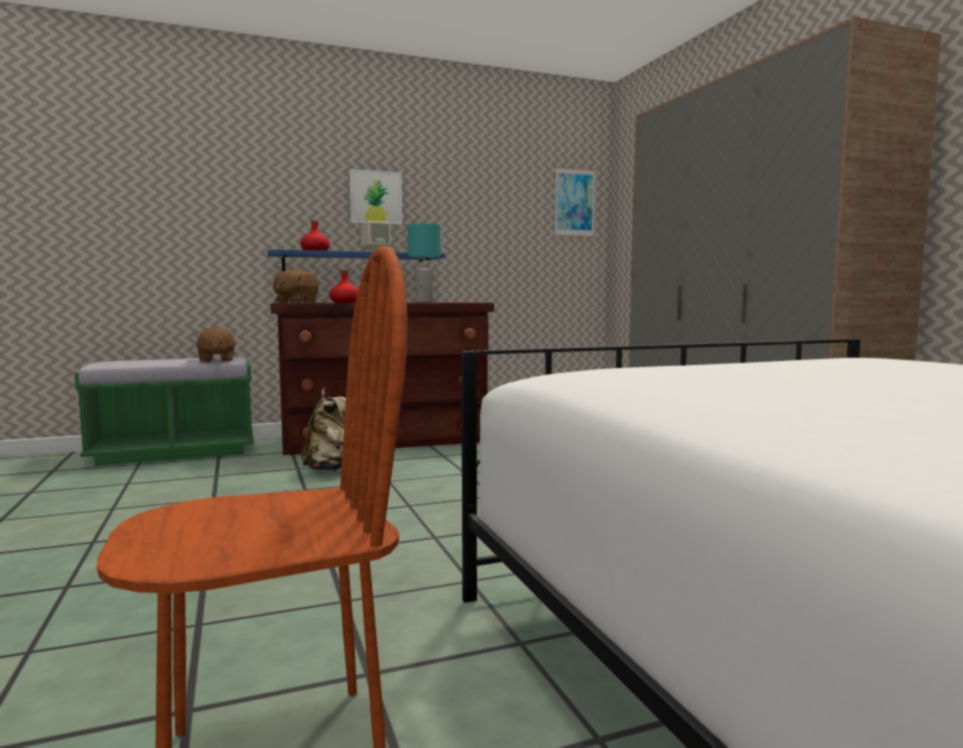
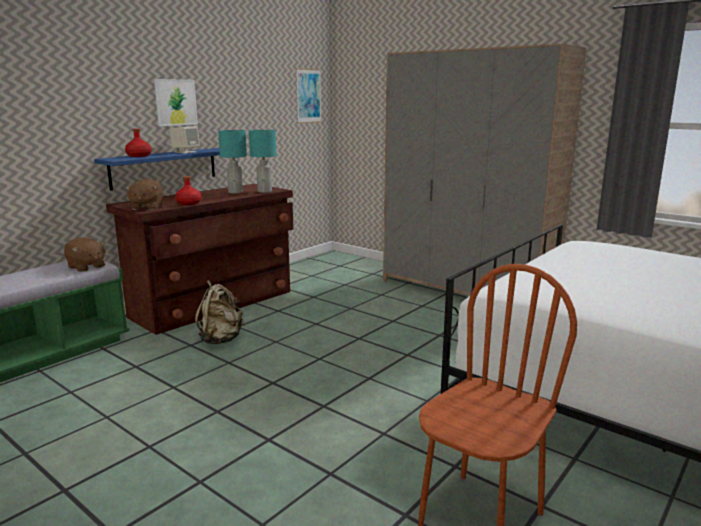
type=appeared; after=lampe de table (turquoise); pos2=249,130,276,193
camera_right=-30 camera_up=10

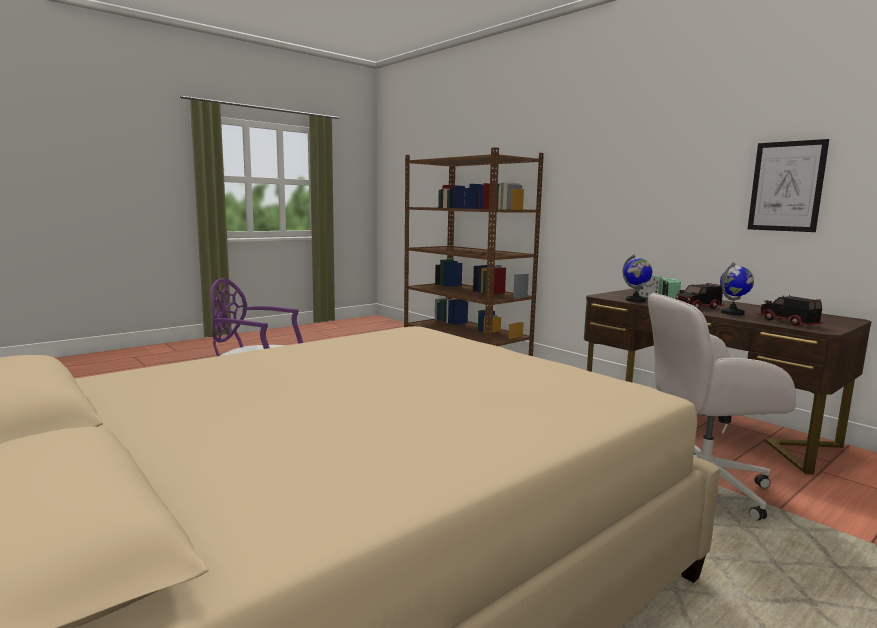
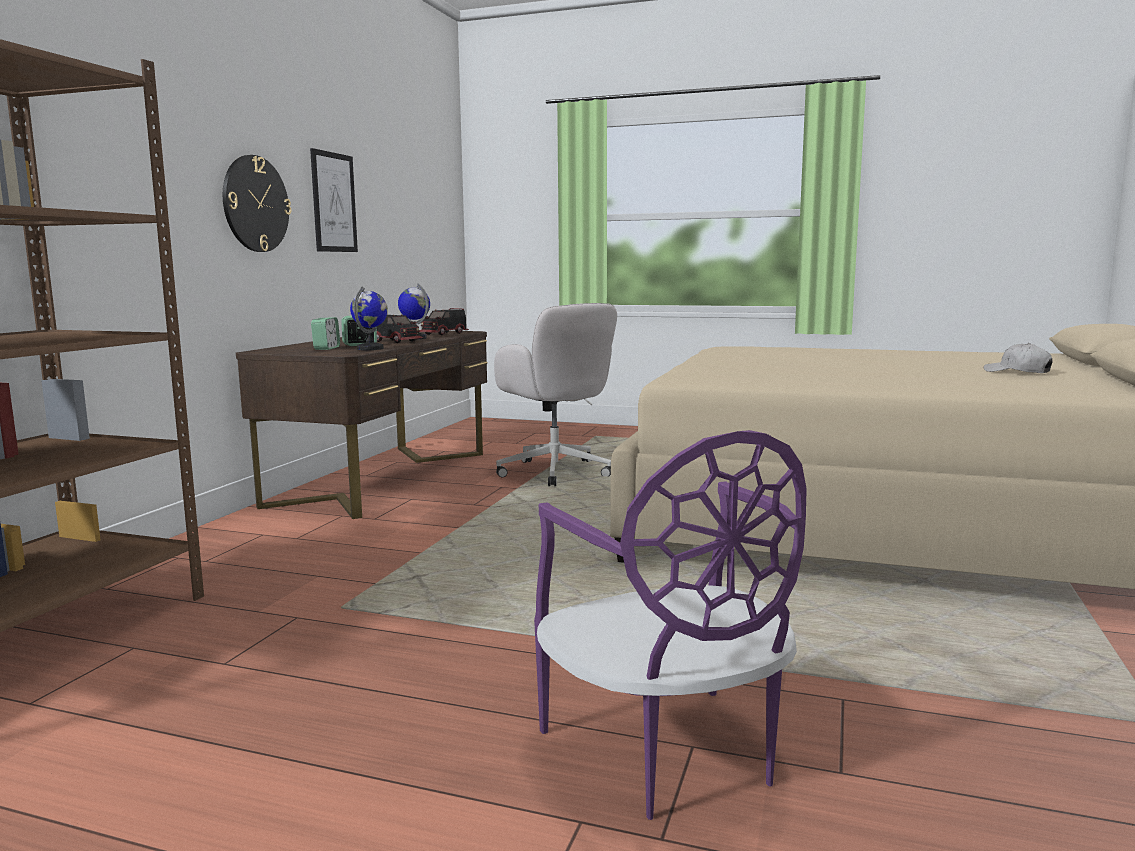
type=appeared; after=horloge murale; pos2=223,155,291,252
type=appeared; after=casquette (blanc); pos2=984,343,1053,373
camera_right=-120 camera_up=0

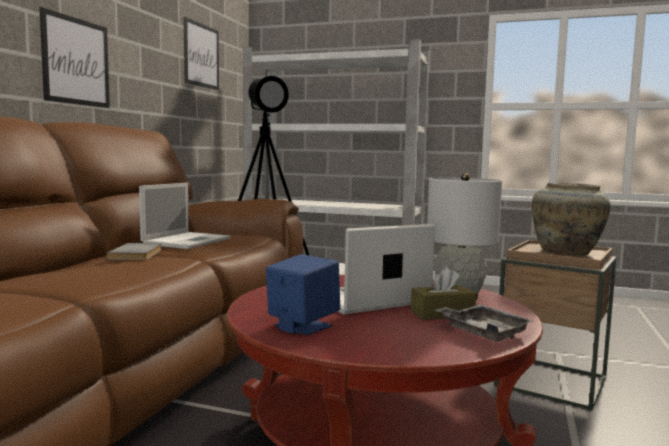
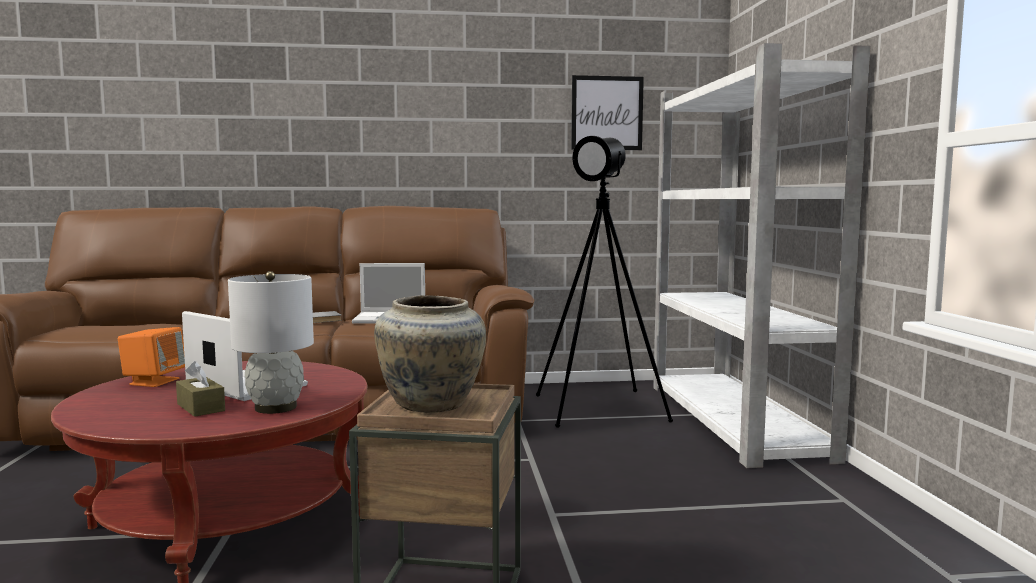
type=colour; before=enceinte (bleu); after=enceinte (orange); pos1=266,254,340,335; pos2=118,327,185,387
type=missing; before=tableau; pos1=40,7,110,108
type=missing; before=plateau (gris); pos1=435,304,533,342
camera_right=65 camera_up=0

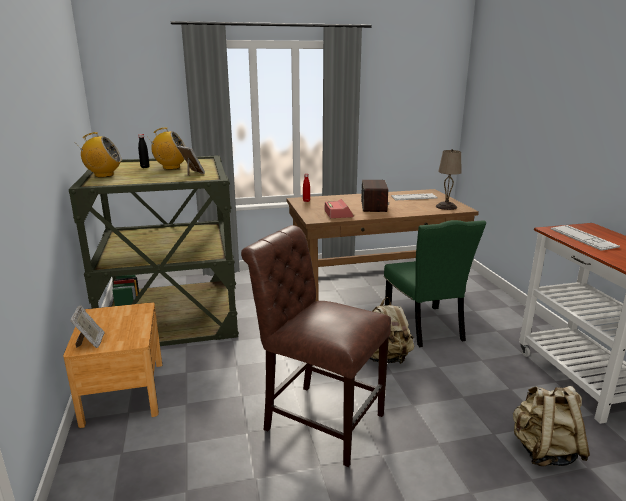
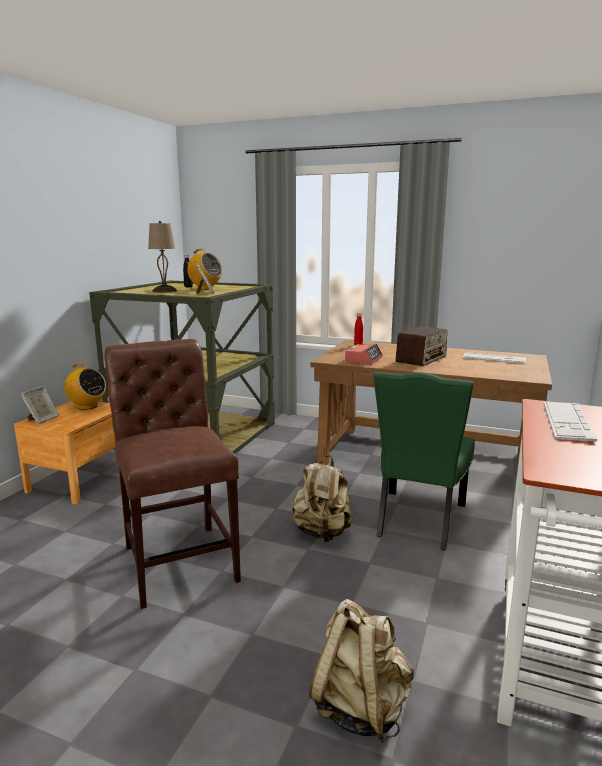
type=relocated; before=radio; pos1=79,132,122,178; pos2=63,363,106,410
type=relocated; before=lampe de table (beige); pos1=436,149,462,210; pos2=148,221,177,293
camera_right=35 camera_up=-5

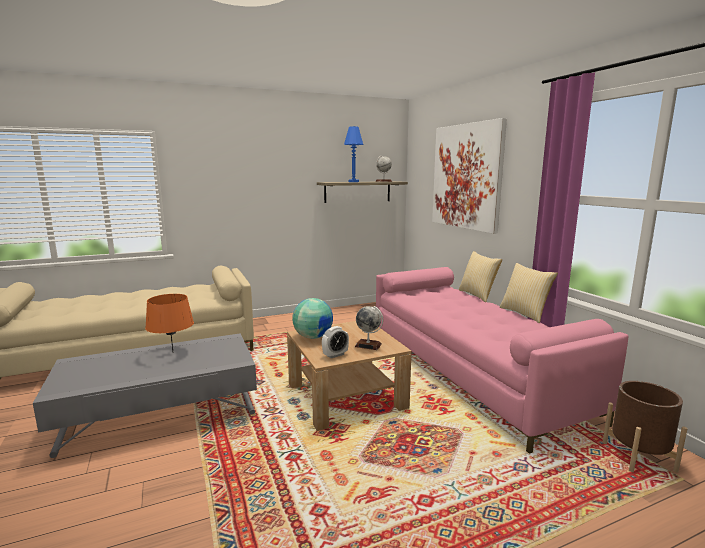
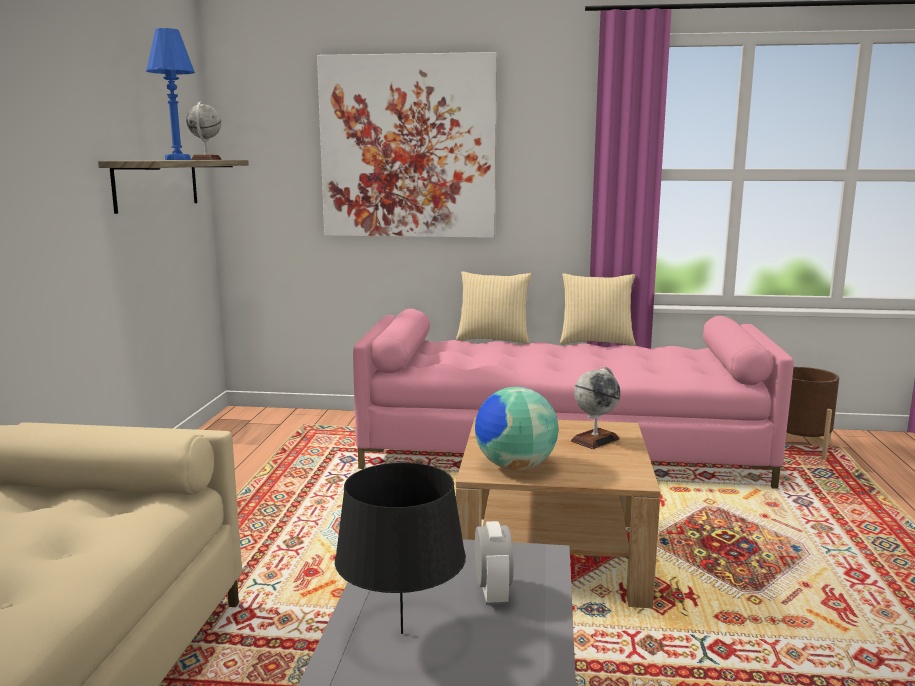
type=colour; before=lampe de table (orange); after=lampe de table (noir); pos1=145,294,194,351; pos2=335,462,466,634
type=relocated; before=réveil; pos1=322,326,349,358; pos2=475,521,514,605
camera_right=-60 camera_up=0

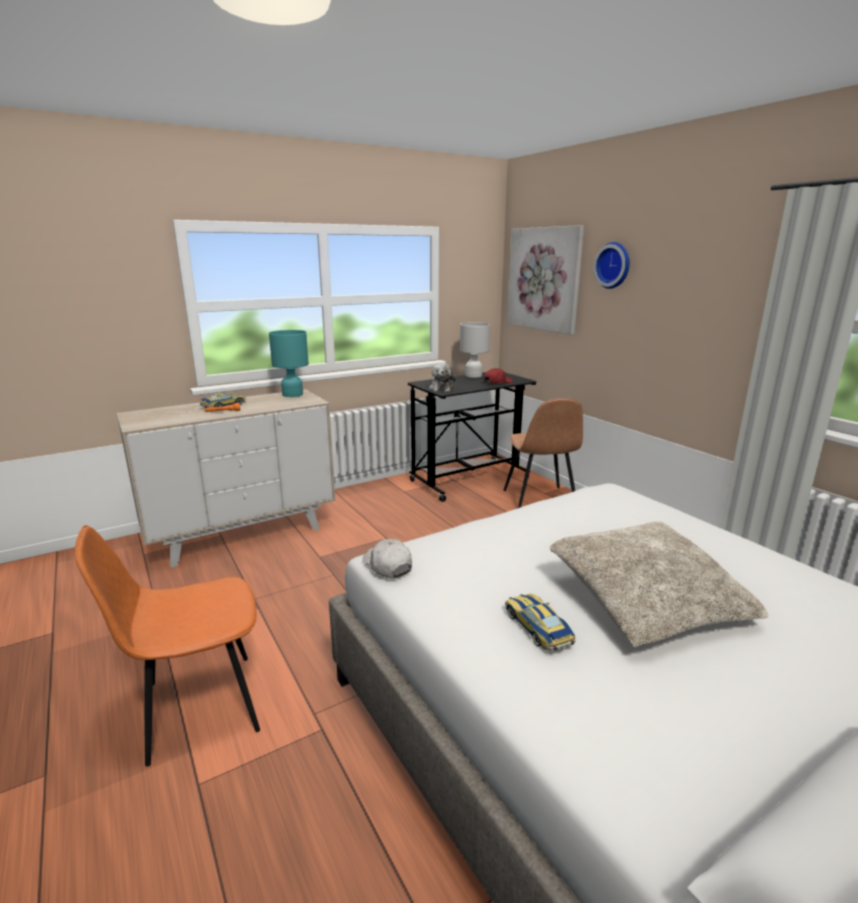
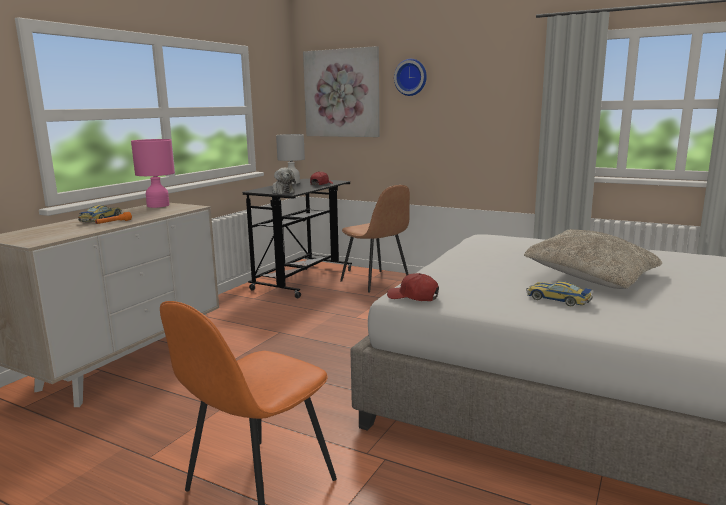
type=colour; before=lampe de table (turquoise); after=lampe de table (rose); pos1=269,330,309,397; pos2=131,139,175,208
type=colour; before=casquette (blanc); after=casquette (rouge); pos1=363,539,412,579; pos2=387,273,439,301
camera_right=-30 camera_up=-5

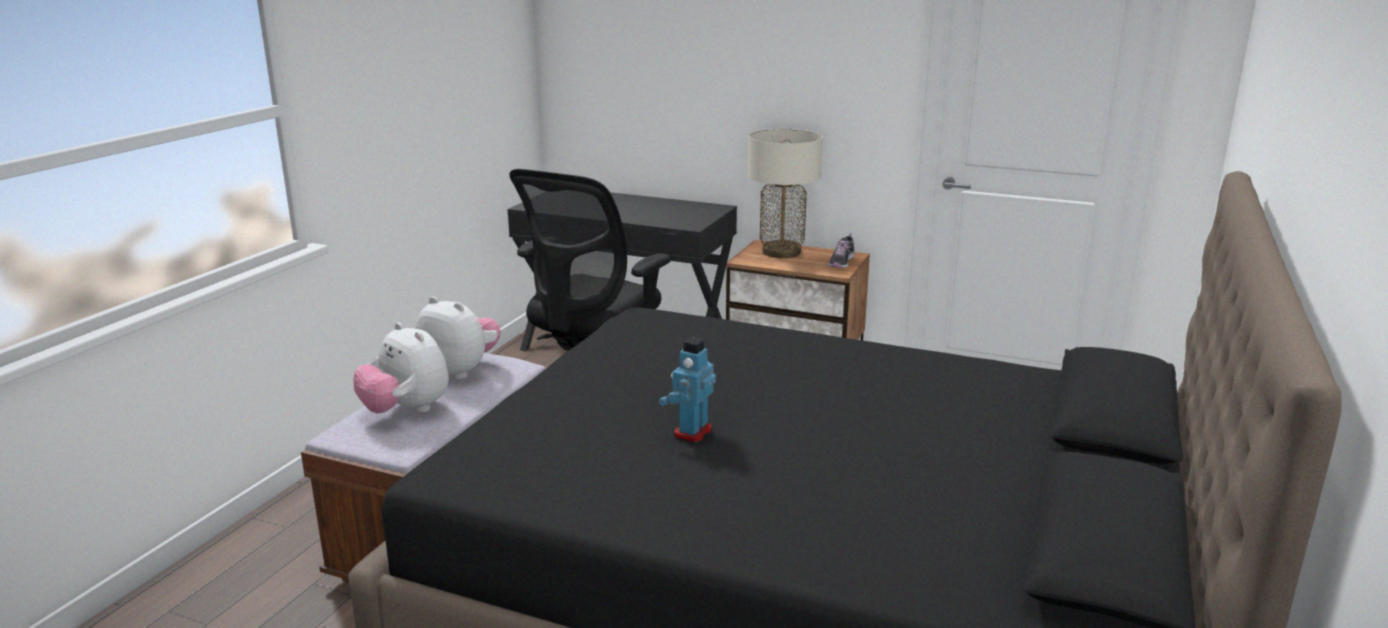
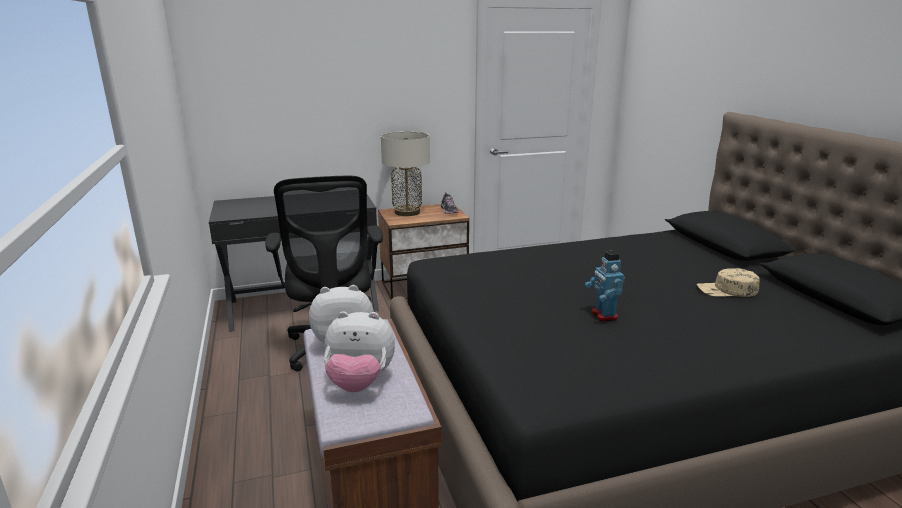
type=appeared; after=casquette (beige); pos2=697,268,760,297
camera_right=-40 camera_up=0

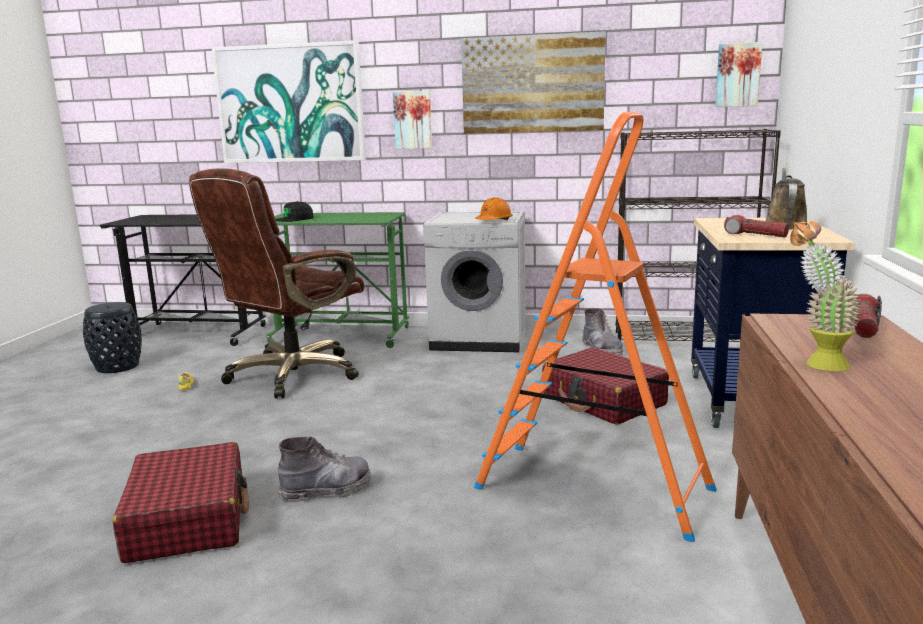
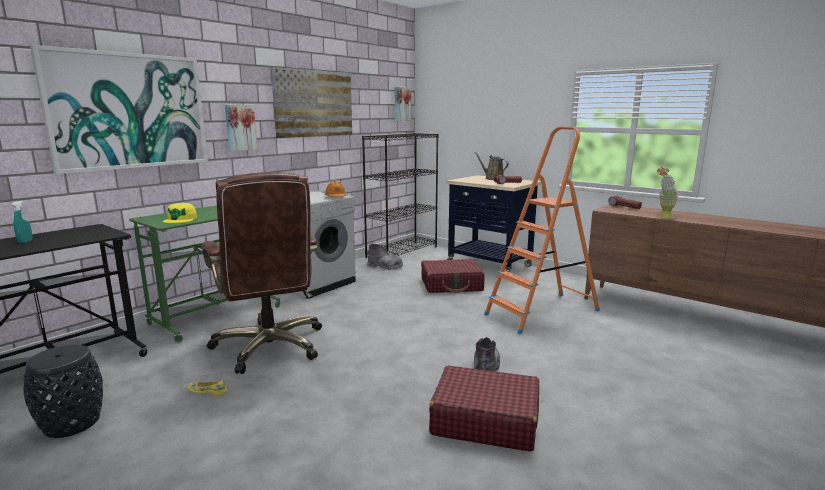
type=appeared; after=vaporisateur (turquoise); pos2=12,201,32,243
type=colour; before=casquette (noir); after=casquette (jaune); pos1=275,201,313,222; pos2=163,203,197,223
camera_right=-60 camera_up=0

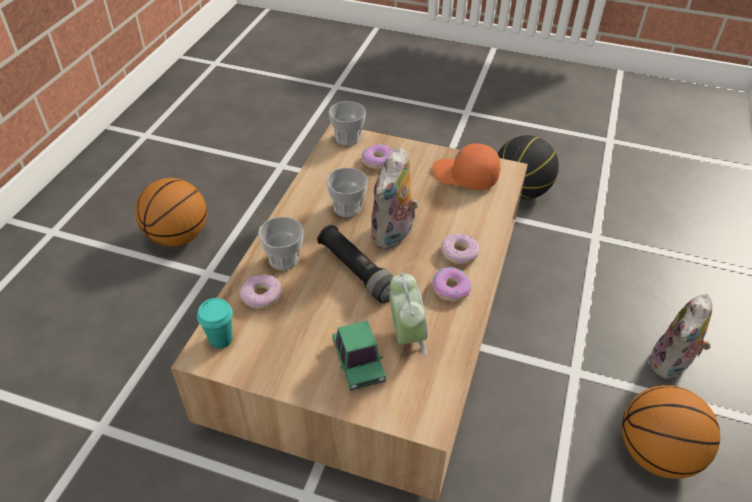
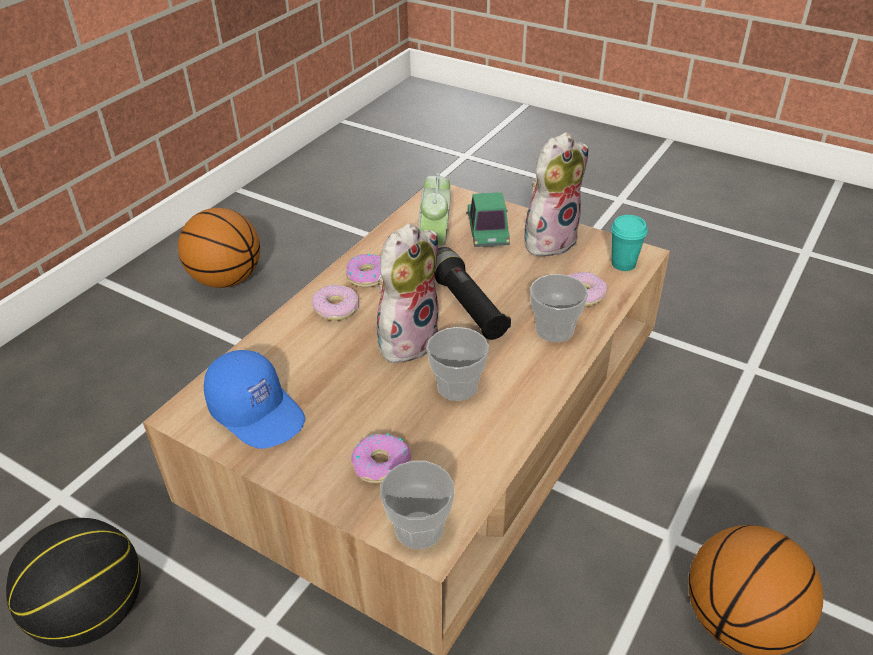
type=colour; before=casquette (orange); after=casquette (bleu); pos1=432,143,500,190; pos2=204,350,305,449
type=relocated; before=peluche; pos1=648,294,712,380; pos2=524,132,589,257
camera_right=-165 camera_up=-5

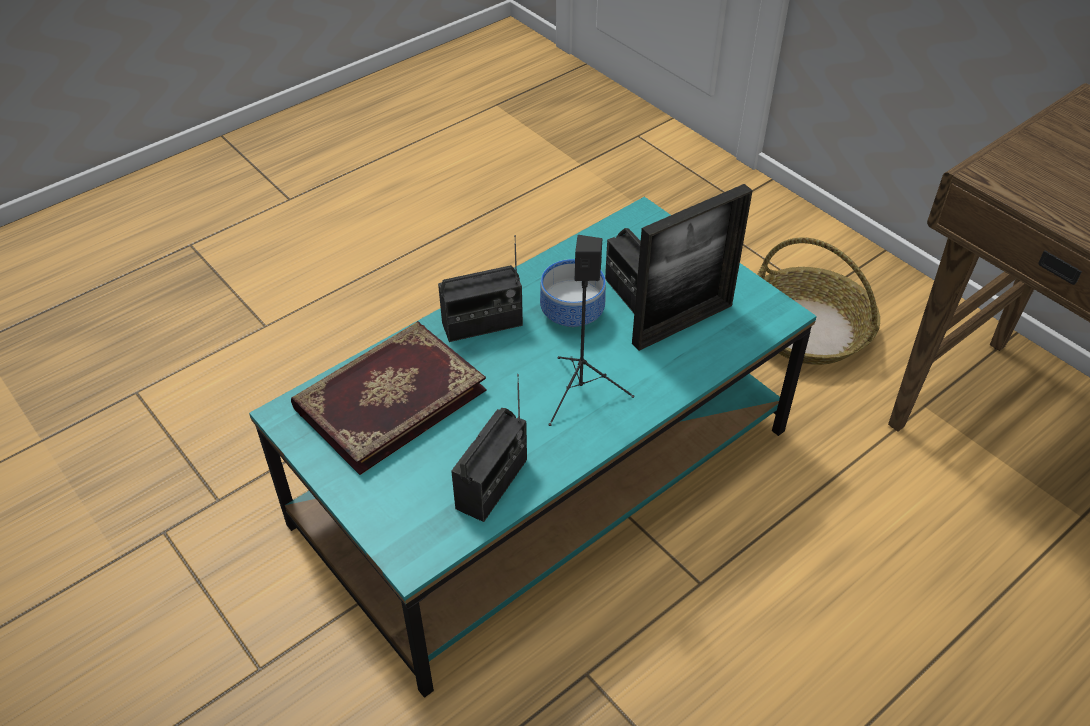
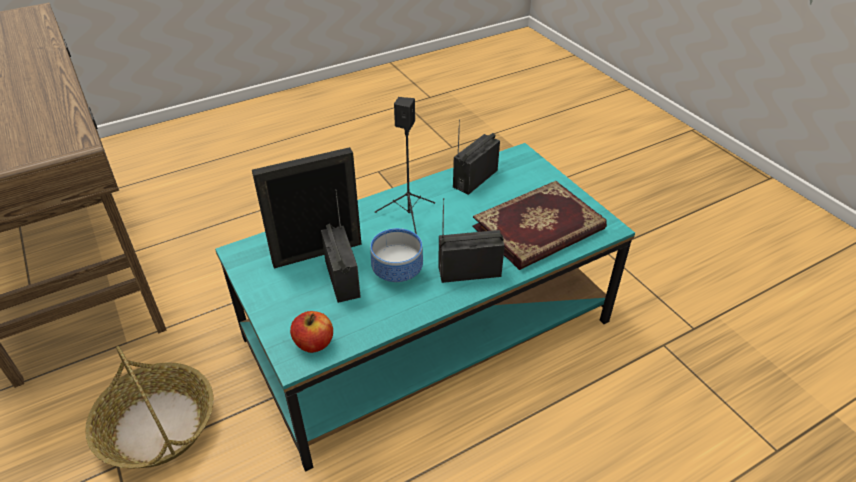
type=appeared; after=pomme; pos2=290,311,333,353
camera_right=-170 camera_up=-5

